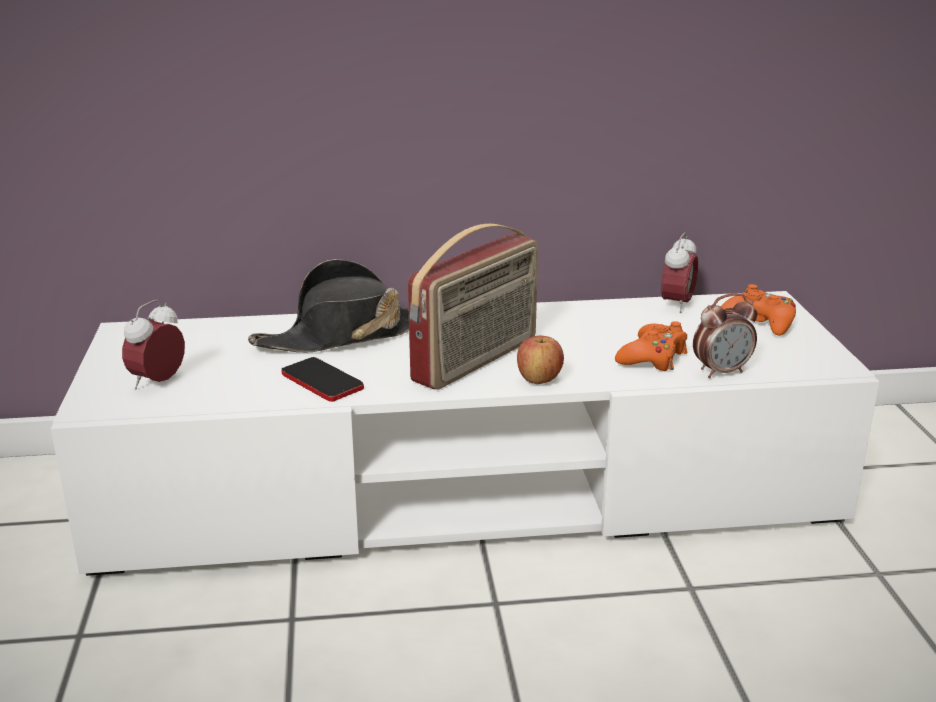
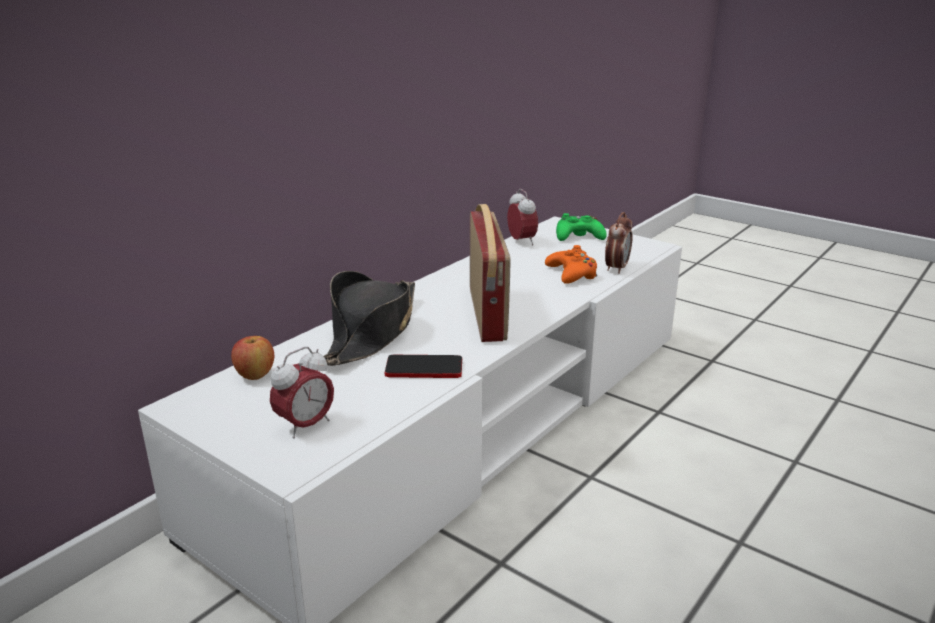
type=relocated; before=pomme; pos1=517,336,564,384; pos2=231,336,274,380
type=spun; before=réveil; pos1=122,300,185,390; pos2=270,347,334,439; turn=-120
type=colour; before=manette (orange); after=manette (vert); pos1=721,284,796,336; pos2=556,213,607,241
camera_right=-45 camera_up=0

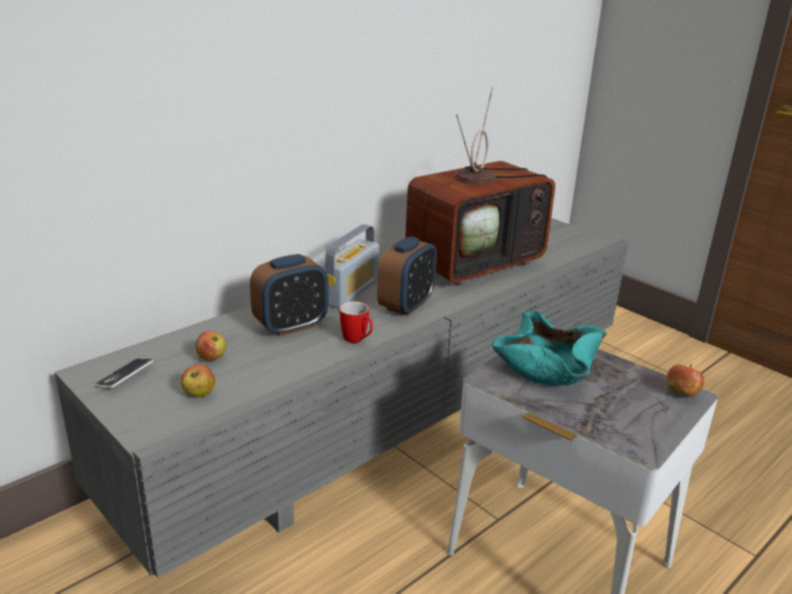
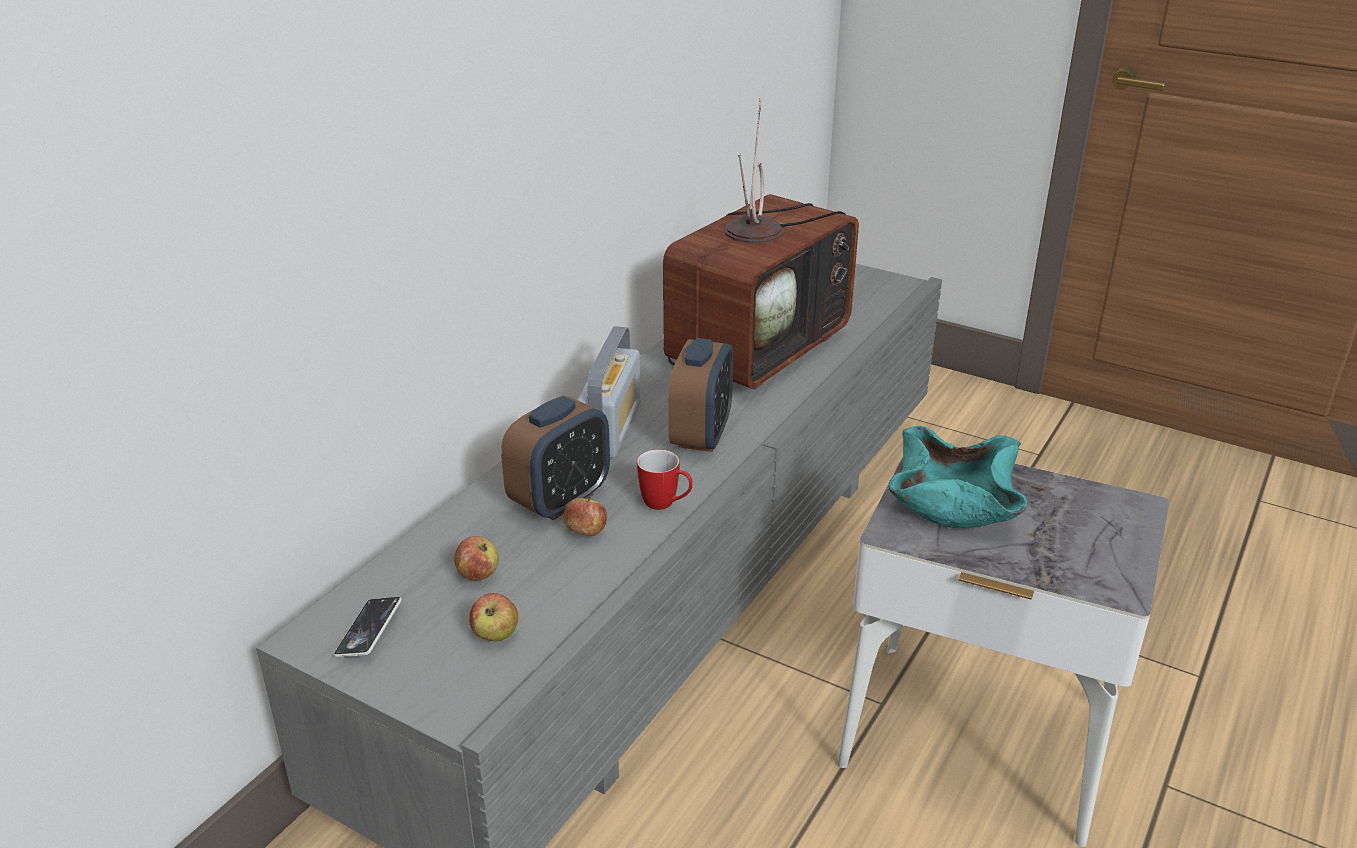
type=relocated; before=pomme; pos1=666,364,704,397; pos2=564,496,607,536
camera_right=-15 camera_up=5

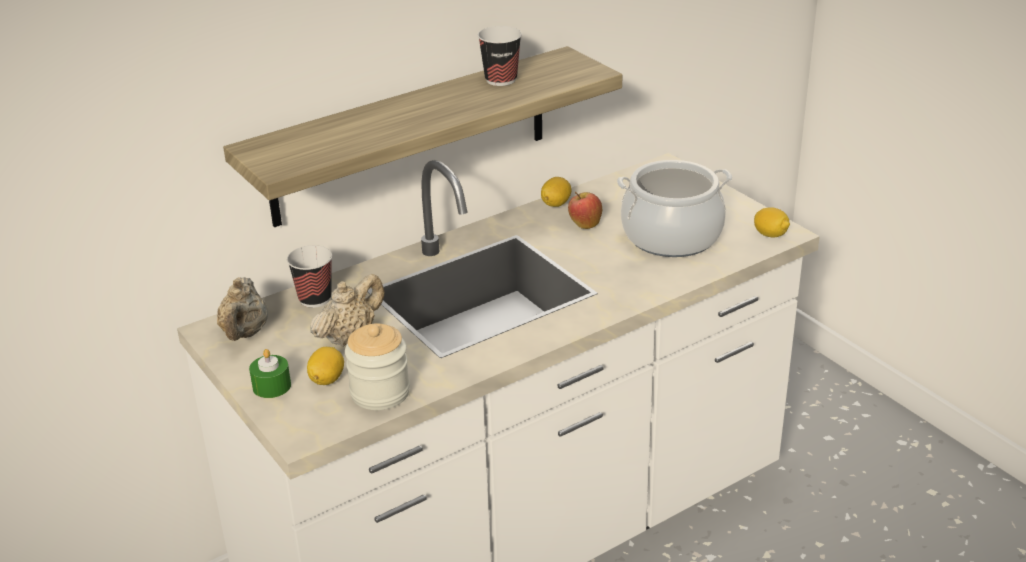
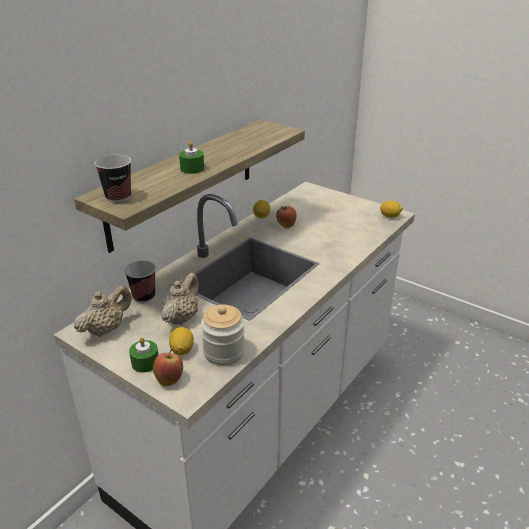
type=spun; before=théière (beige); pos1=217,277,268,341; pos2=74,285,132,337; turn=-120
type=relocated; before=tasse; pos1=478,26,522,86; pos2=95,155,131,203
type=appeared; after=pomme; pos2=153,349,183,386
type=appeared; after=bougie (vert); pos2=179,141,204,174
type=missing; before=marmite; pos1=617,160,732,257
camera_right=-20 camera_up=0

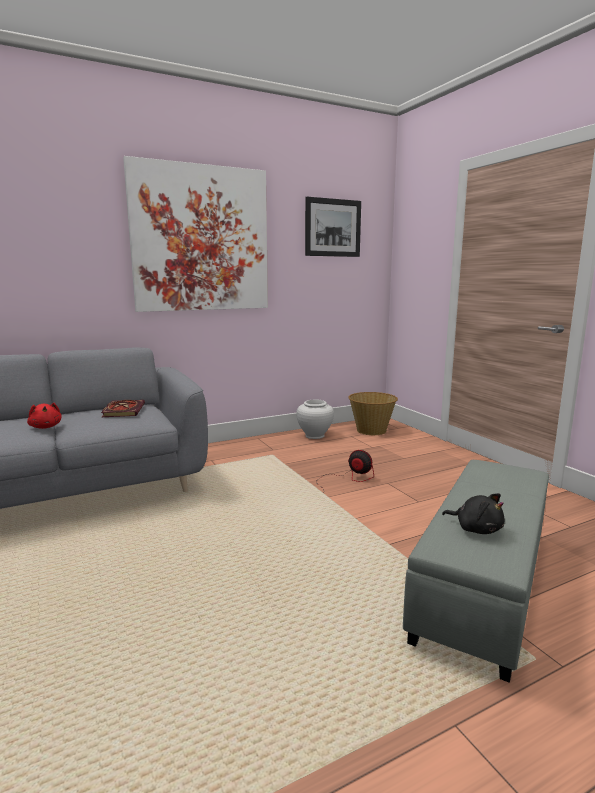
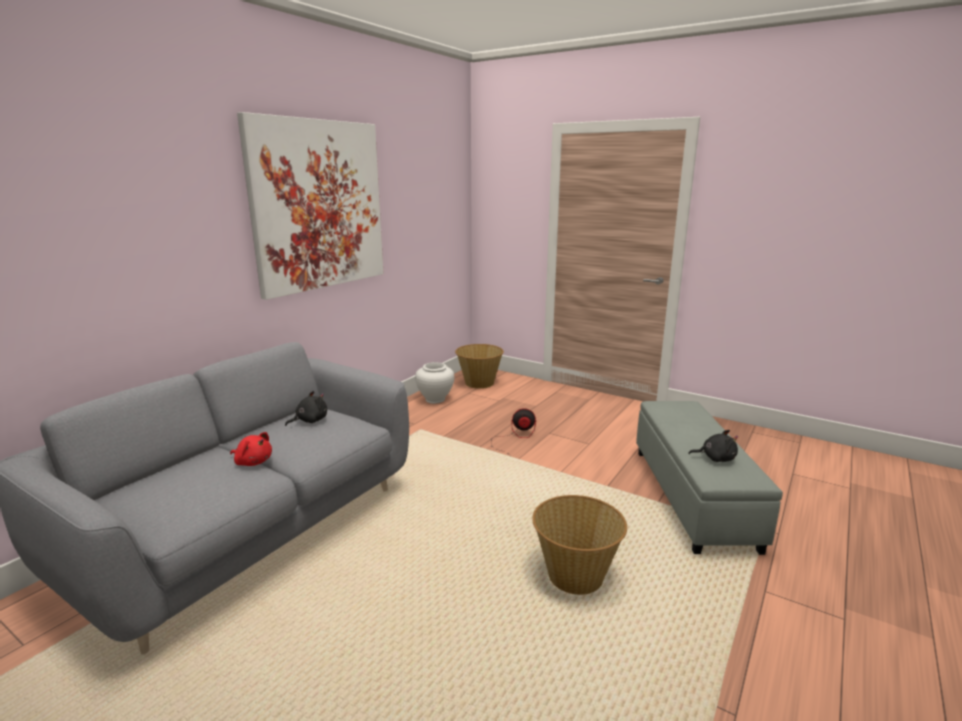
type=exchanged; before=livre; after=peluche (noir); pos1=101,400,145,417; pos2=285,391,327,426
type=appeared; after=panier; pos2=532,495,627,595
type=missing; before=tableau; pos1=305,197,361,257
camera_right=-30 camera_up=5

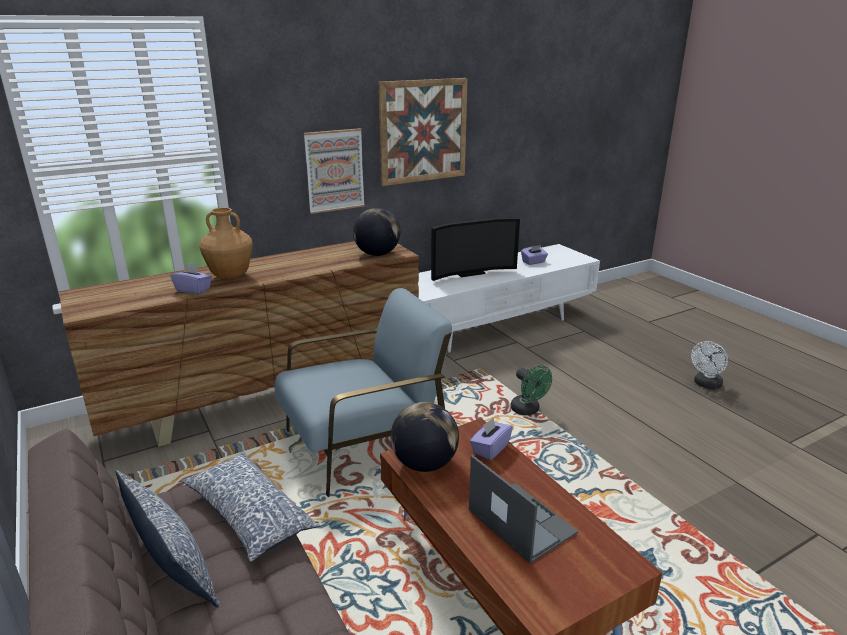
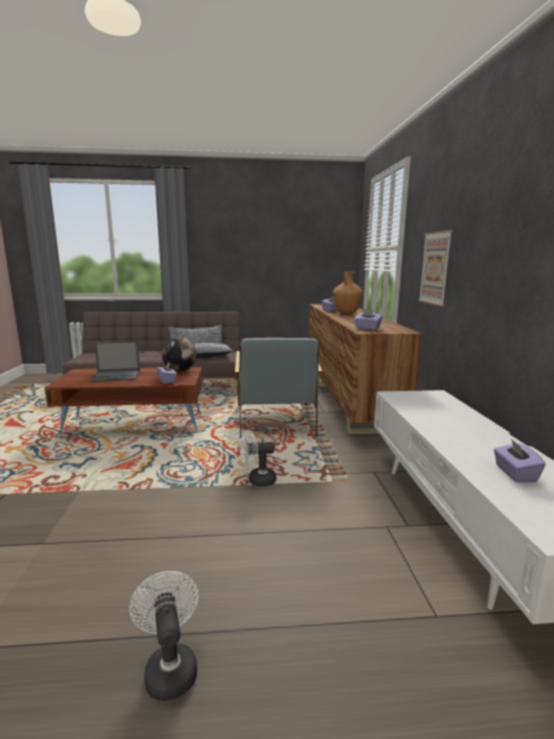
type=colour; before=ventilateur (vert); after=ventilateur (blanc); pos1=510,365,552,415; pos2=240,430,276,487
type=exchanged; before=globe; after=boîte à mouchoirs (violet); pos1=353,208,400,256; pos2=354,309,383,330
type=missing; before=tableau; pos1=378,78,468,186
type=missing; before=téléviseur; pos1=431,218,520,281
camera_right=115 camera_up=-10

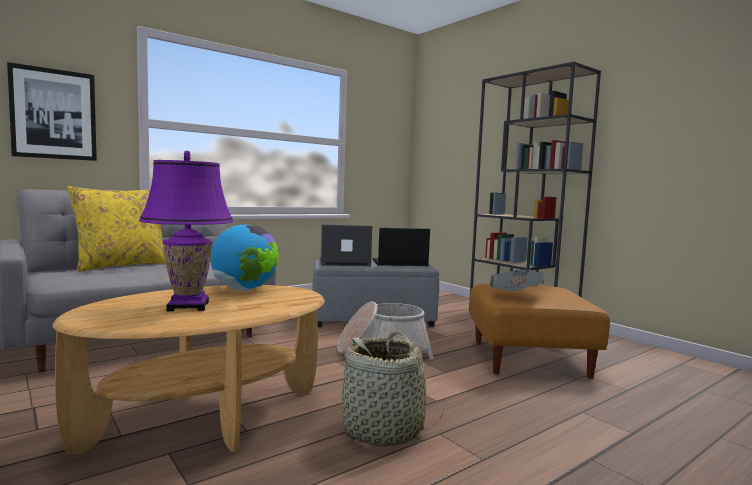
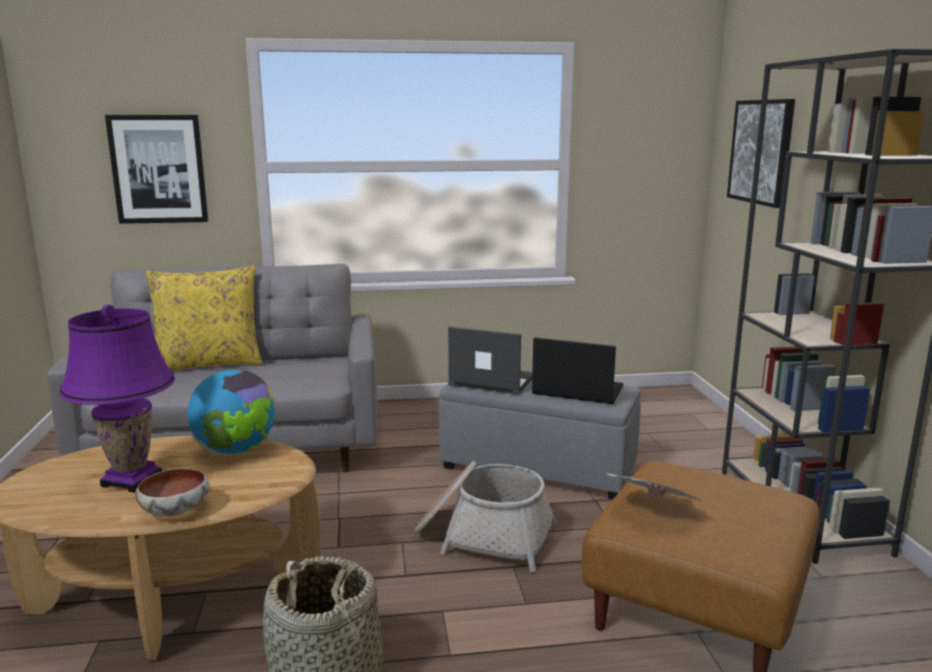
type=appeared; after=bol; pos2=135,468,209,516
type=appeared; after=tableau; pos2=727,99,795,208
camera_right=30 camera_up=10

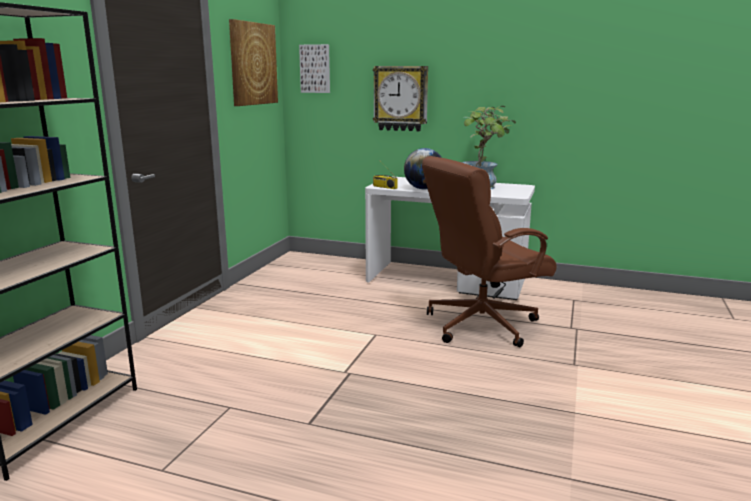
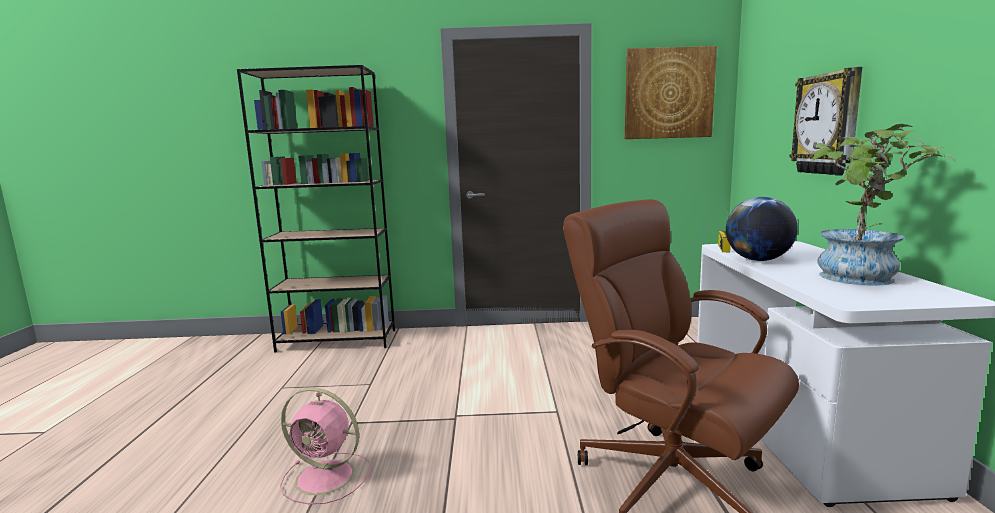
type=appeared; after=ventilateur (rose); pos2=280,388,371,504
type=missing; before=tableau; pos1=299,44,330,93
camera_right=70 camera_up=-5

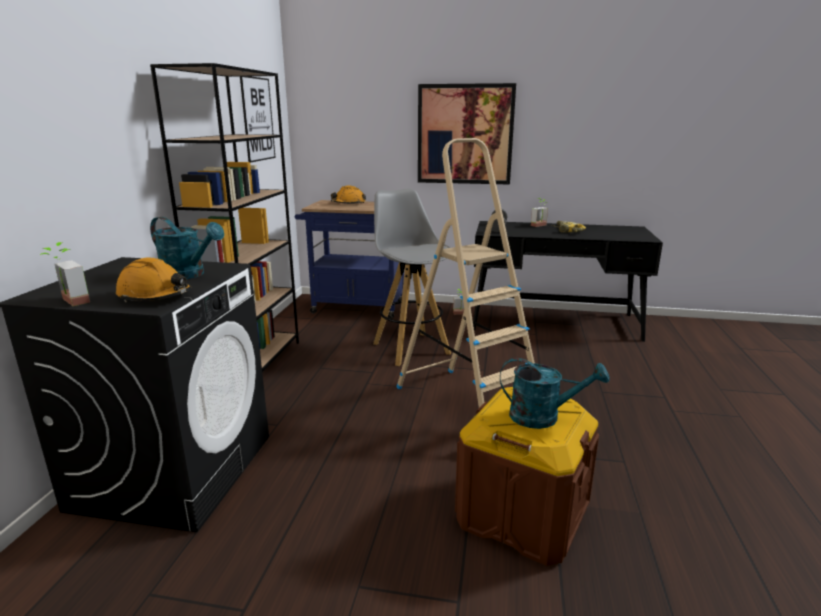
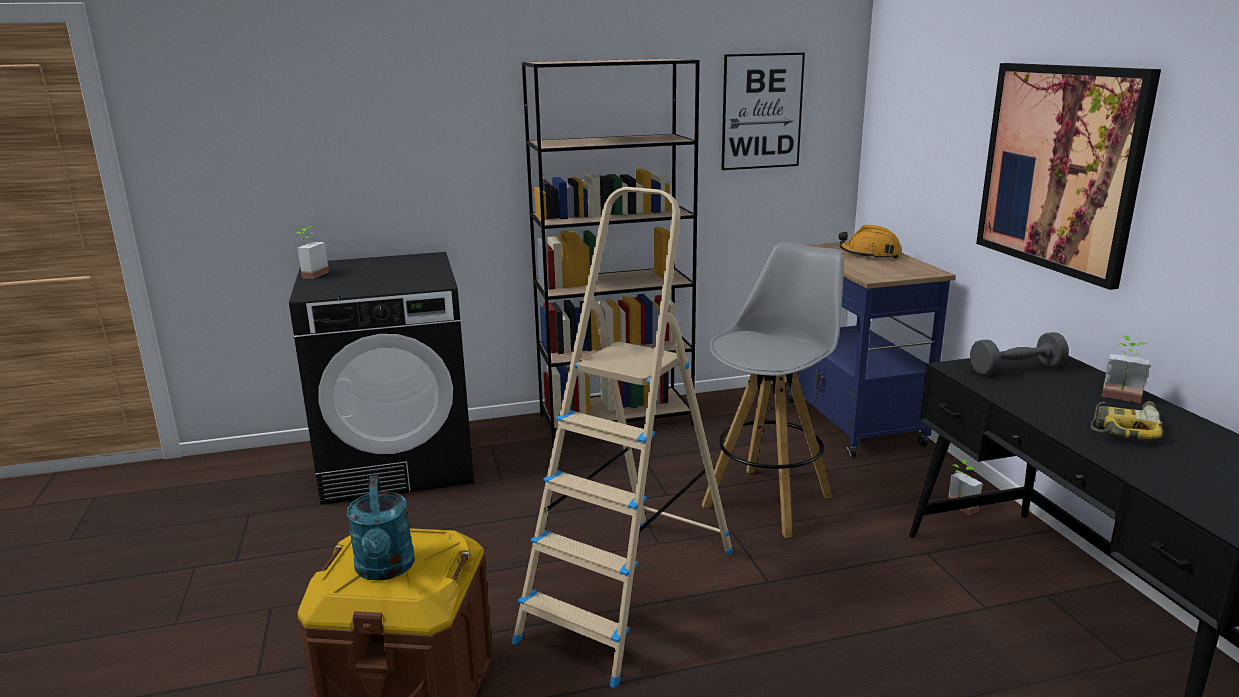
type=missing; before=casque de chantier (orange); pos1=116,258,192,302
type=missing; before=arrosoir (turquoise); pos1=150,217,224,279
camera_right=65 camera_up=0

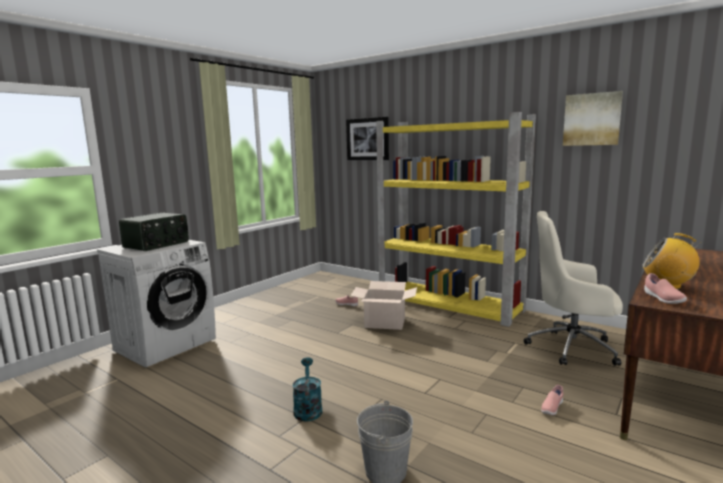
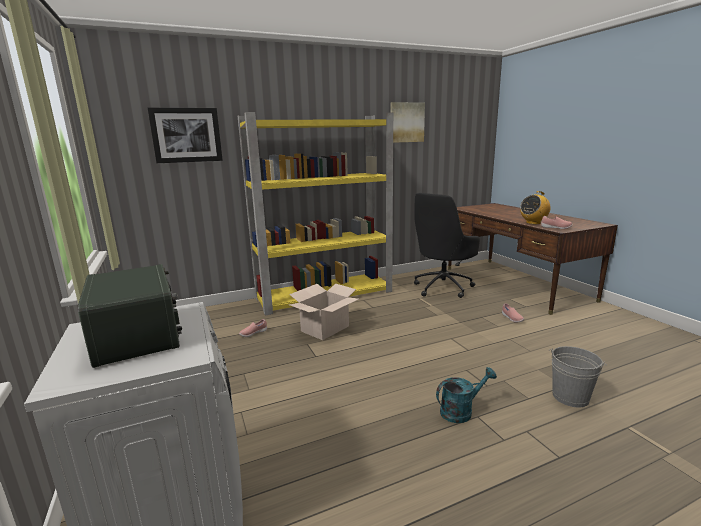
type=colour; before=chaise de bureau (beige); after=chaise de bureau (noir); pos1=524,211,623,366; pos2=414,193,480,298
type=spun; before=arrosoir (turquoise); pos1=293,357,322,422; pos2=436,367,497,423; turn=135
camera_right=-60 camera_up=5

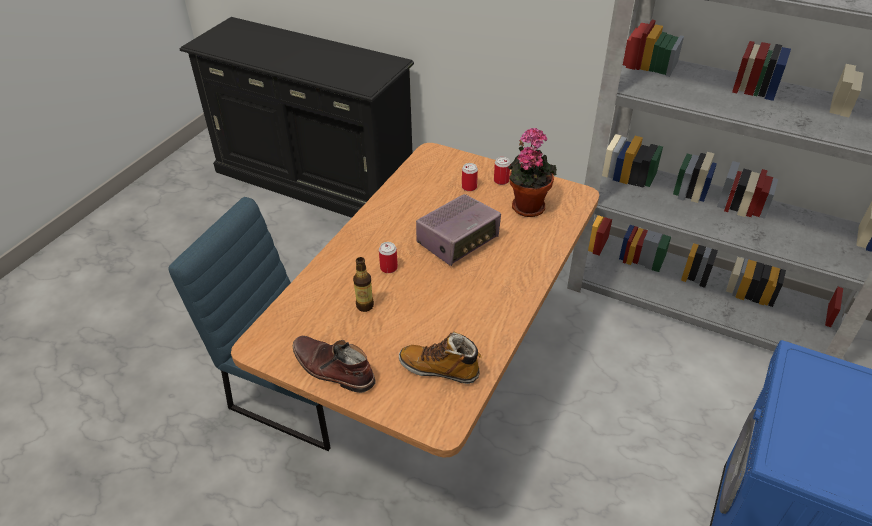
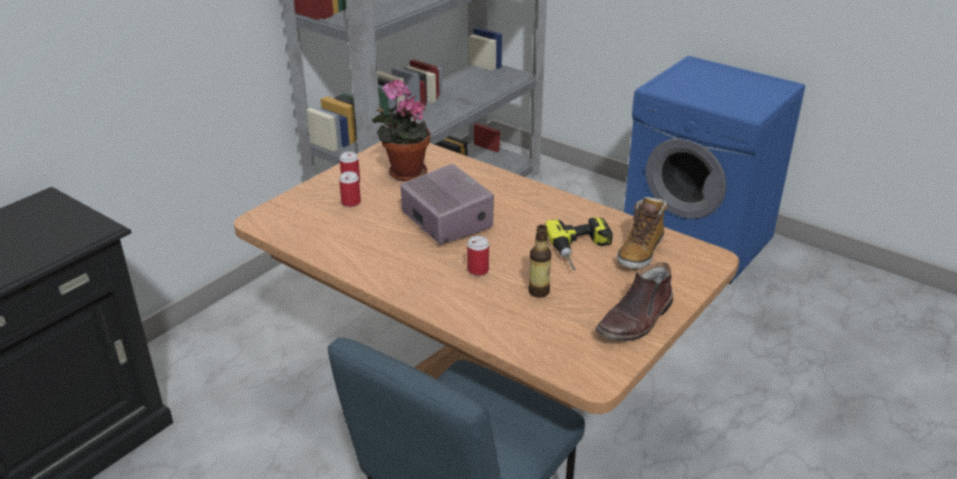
type=appeared; after=perceuse; pos2=545,217,613,271
camera_right=-80 camera_up=-10

